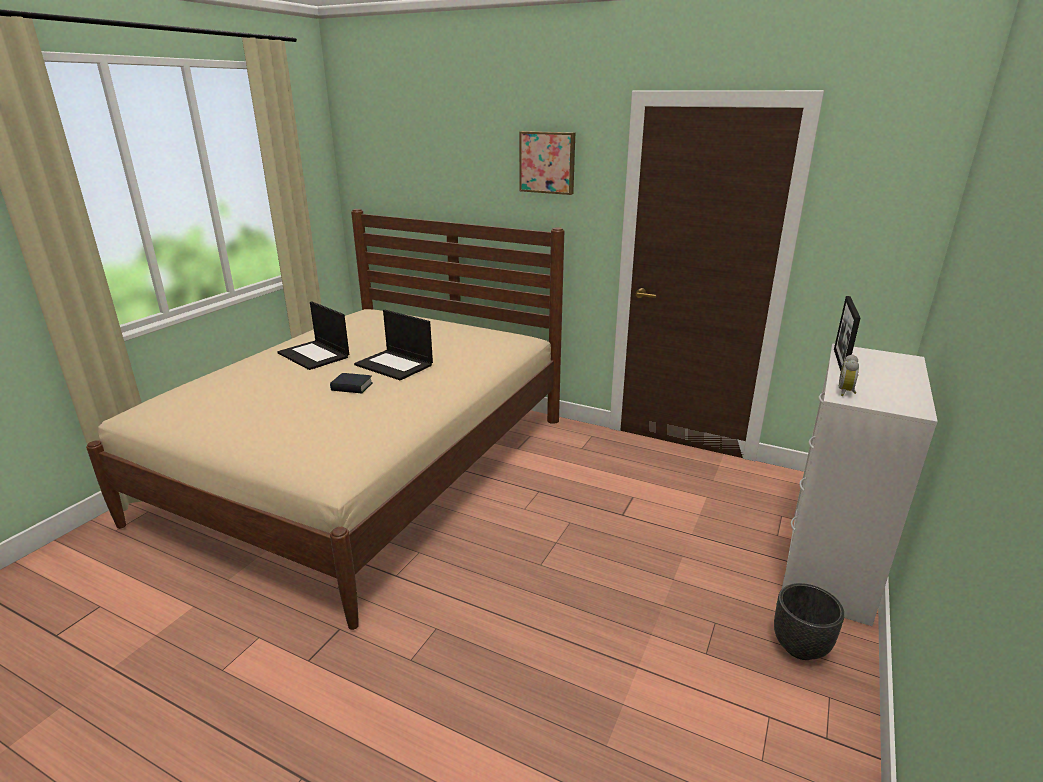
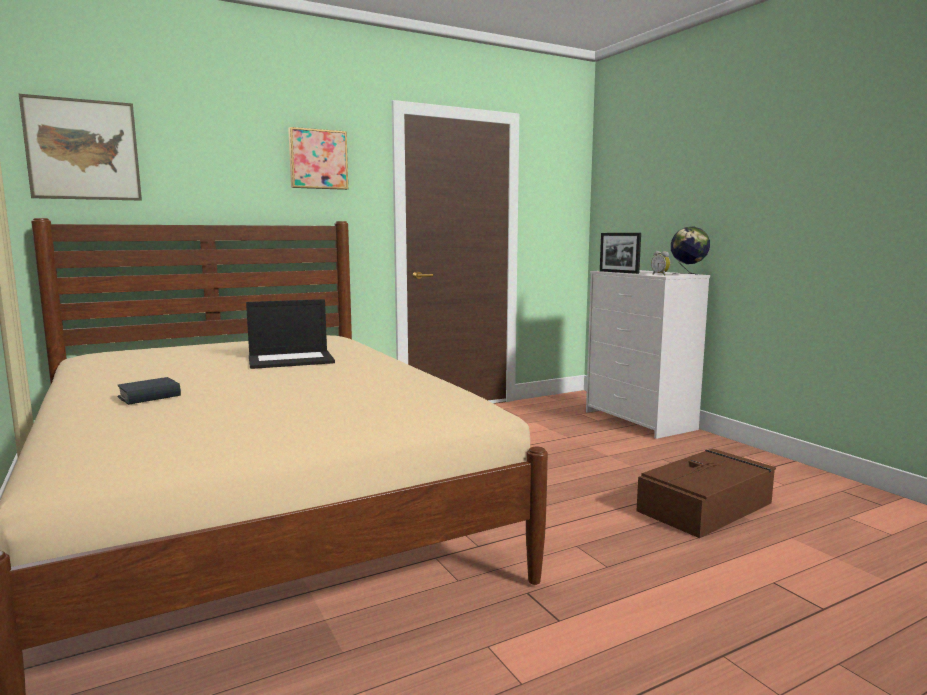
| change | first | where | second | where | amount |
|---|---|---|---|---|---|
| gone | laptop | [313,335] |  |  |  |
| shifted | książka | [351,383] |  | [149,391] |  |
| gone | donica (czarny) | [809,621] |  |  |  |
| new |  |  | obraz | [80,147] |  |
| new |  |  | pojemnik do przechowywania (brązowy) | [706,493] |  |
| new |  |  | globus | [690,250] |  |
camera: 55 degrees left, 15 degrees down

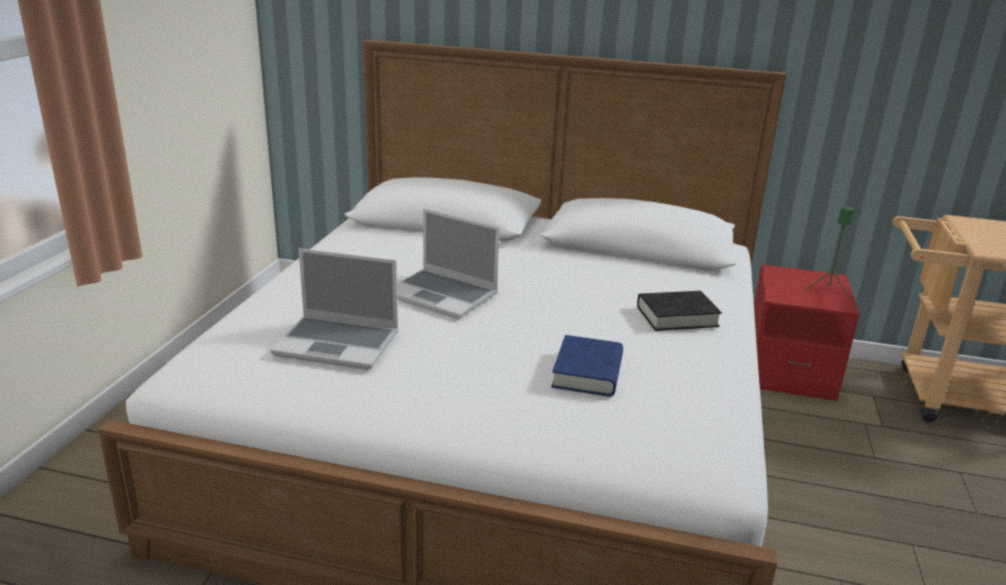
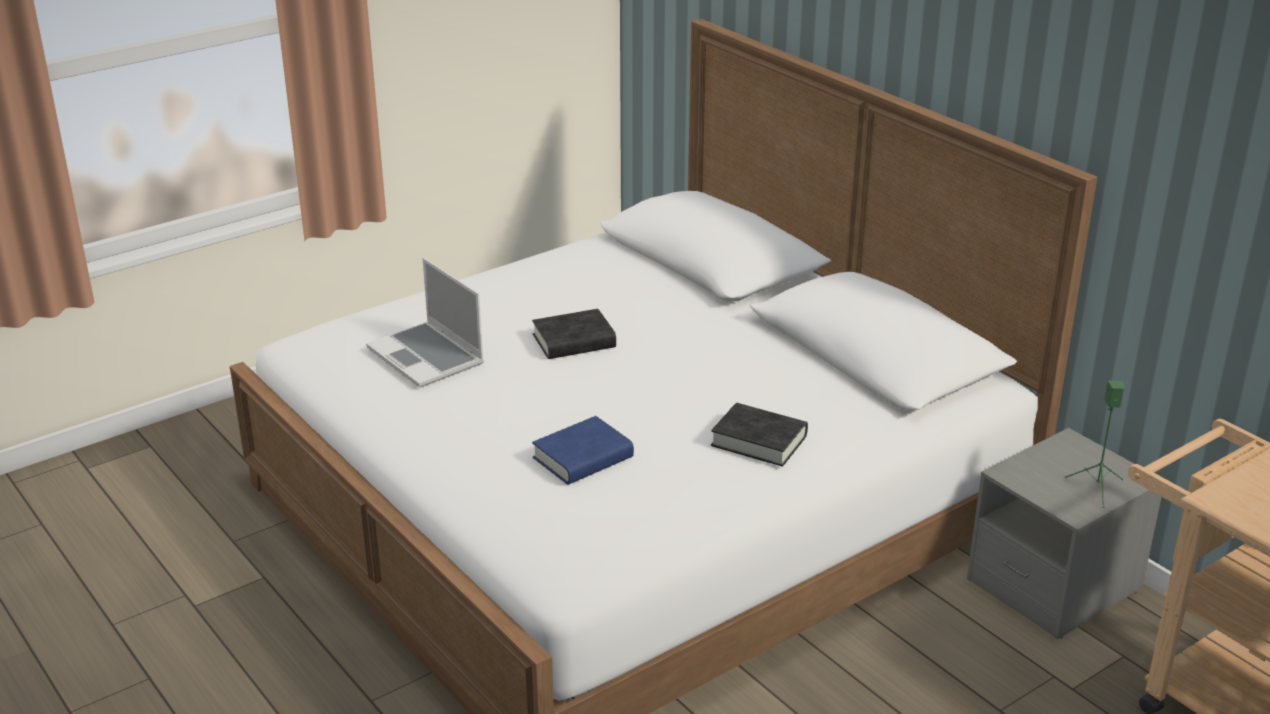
| change | first | where | second | where | amount |
|---|---|---|---|---|---|
| swapped | laptop | [448,263] | książka (czarny) | [574,334] |  |
| repainted | szafka nocna (czerwony) | [807,332] | szafka nocna (szary) | [1064,533] |  |
camera: 40 degrees right, 5 degrees up

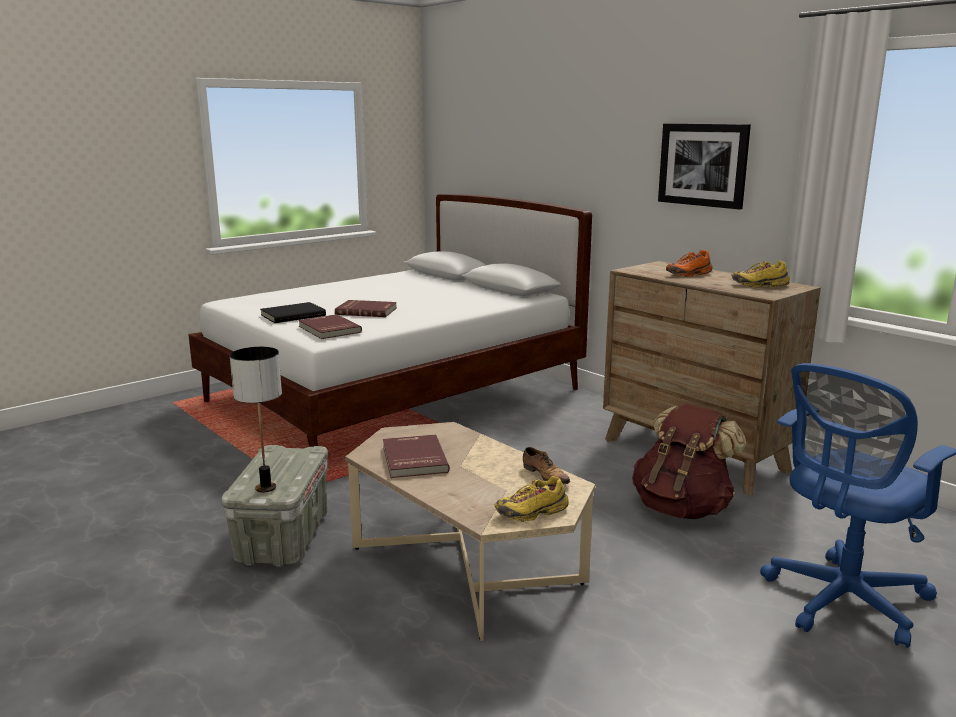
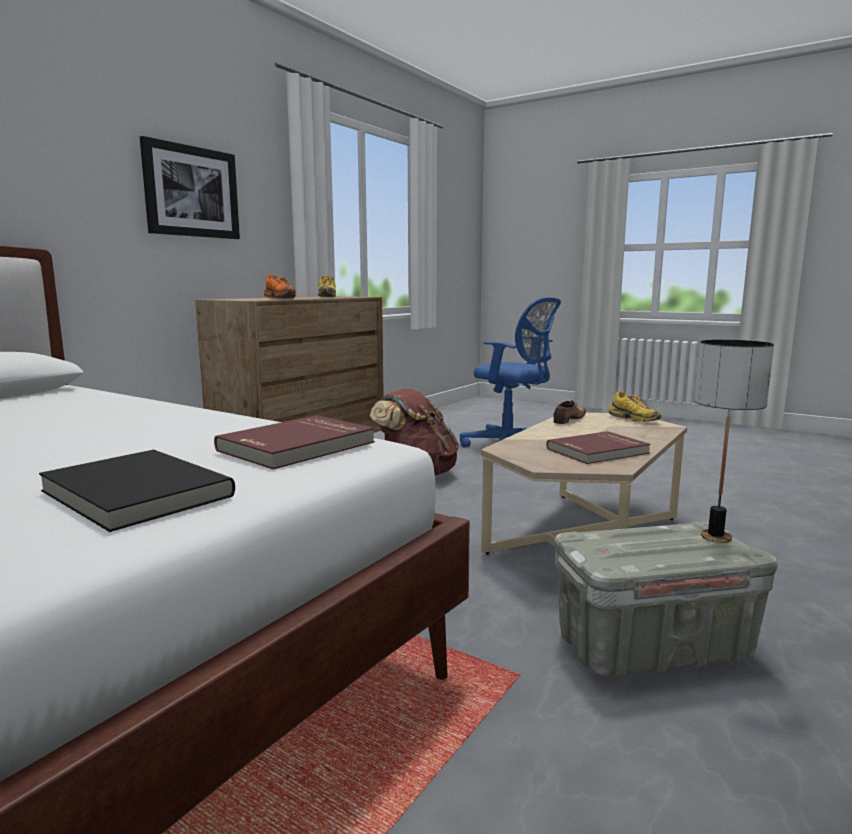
| change | first | where | second | where | amount |
|---|---|---|---|---|---|
| gone | książka (czerwony) | [366,308] |  |  |  |
camera: 105 degrees left, 5 degrees down

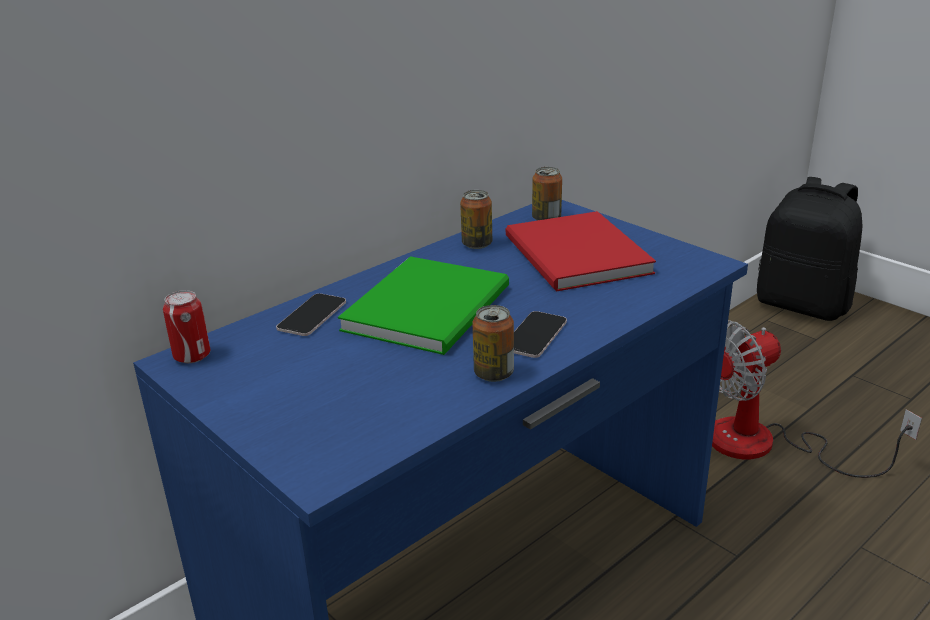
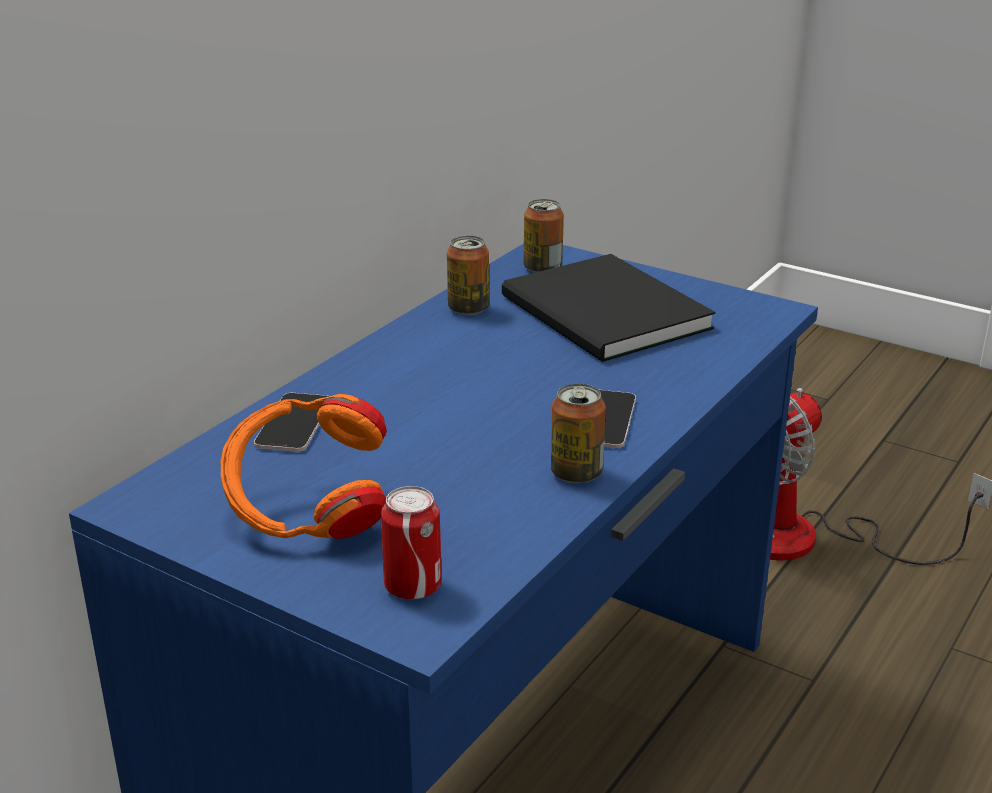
| change | first | where | second | where | amount |
|---|---|---|---|---|---|
| shifted | puszka | [186,326] |  | [411,542] |  |
| gone | książka (zielony) | [423,305] |  |  |  |
| repainted | książka (czerwony) | [581,251] | książka (czarny) | [608,308] |  |
| gone | plecak (czarny) | [809,249] |  |  |  |
| new |  |  | słuchawki (pomarańczowy) | [304,466] |  |
camera: 15 degrees left, 0 degrees up

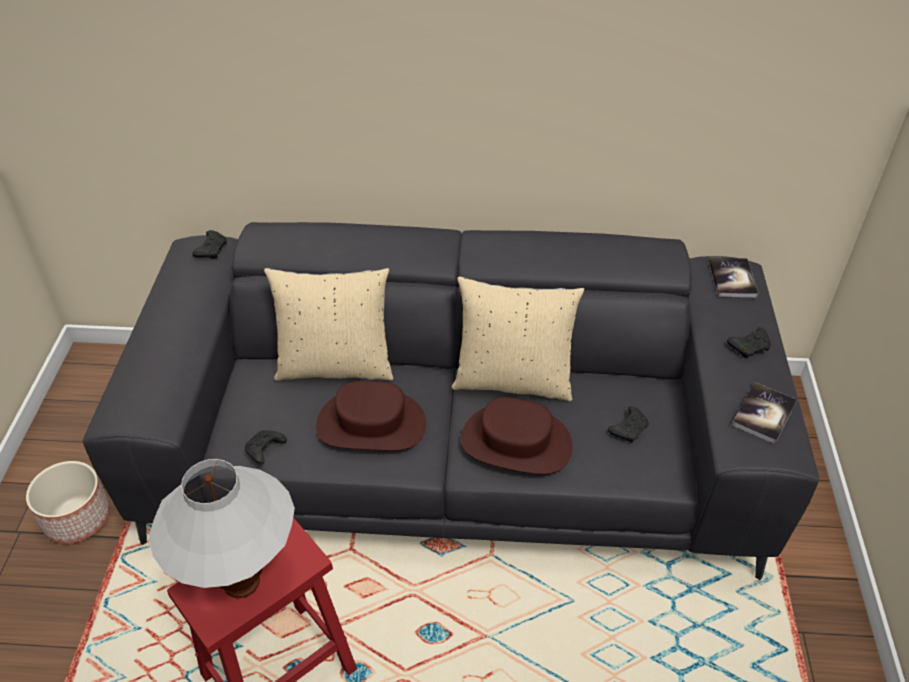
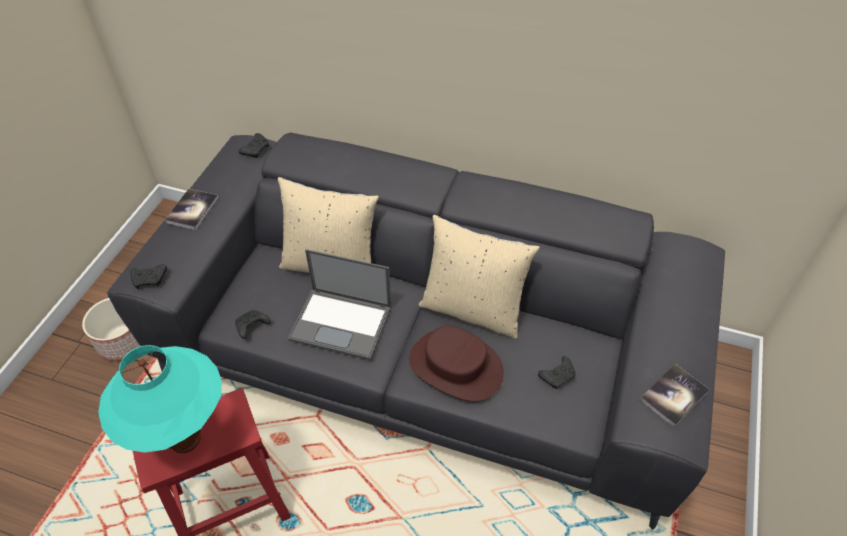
| change | first | where | second | where | amount |
|---|---|---|---|---|---|
| repainted | lampa stołowa (biały) | [222,528] | lampa stołowa (turkusowy) | [160,399] |  |
| swapped | kapelusz (brązowy) | [371,416] | laptop | [339,304] |  |
| shifted | książka | [733,277] |  | [192,209] |  |
| shifted | pad do gier (czarny) | [749,343] |  | [148,276] |  |
camera: 15 degrees right, 5 degrees up

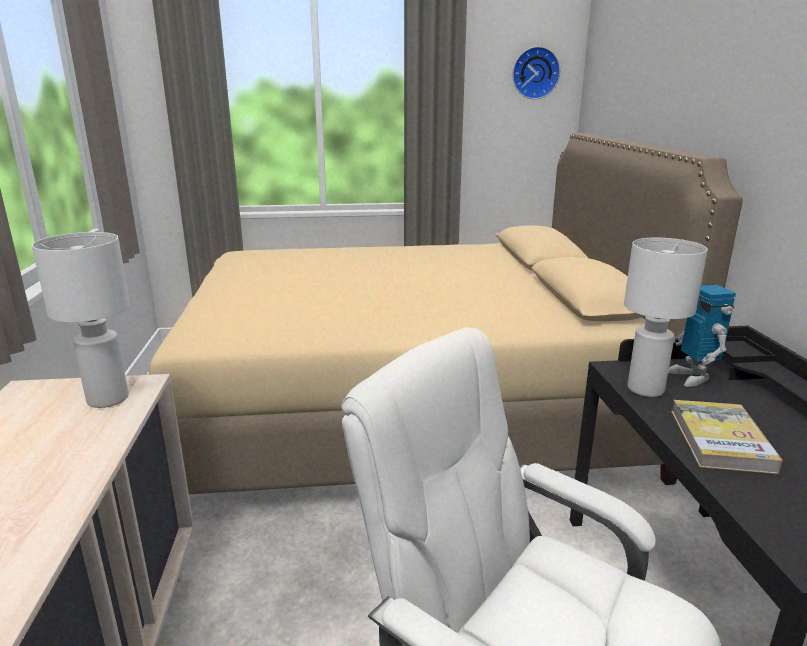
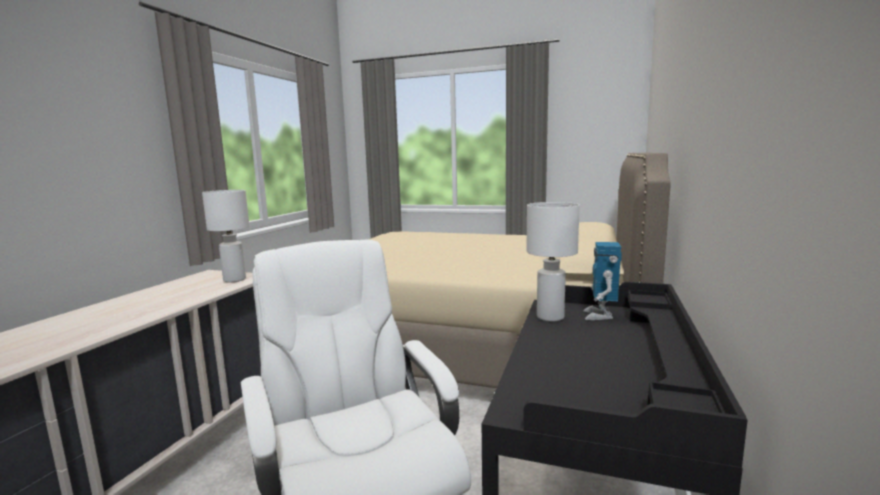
| change | first | where | second | where | amount |
|---|---|---|---|---|---|
| gone | zegar ścienny | [536,72] |  |  |  |
| gone | książka | [727,437] |  |  |  |
camera: 25 degrees right, 10 degrees down

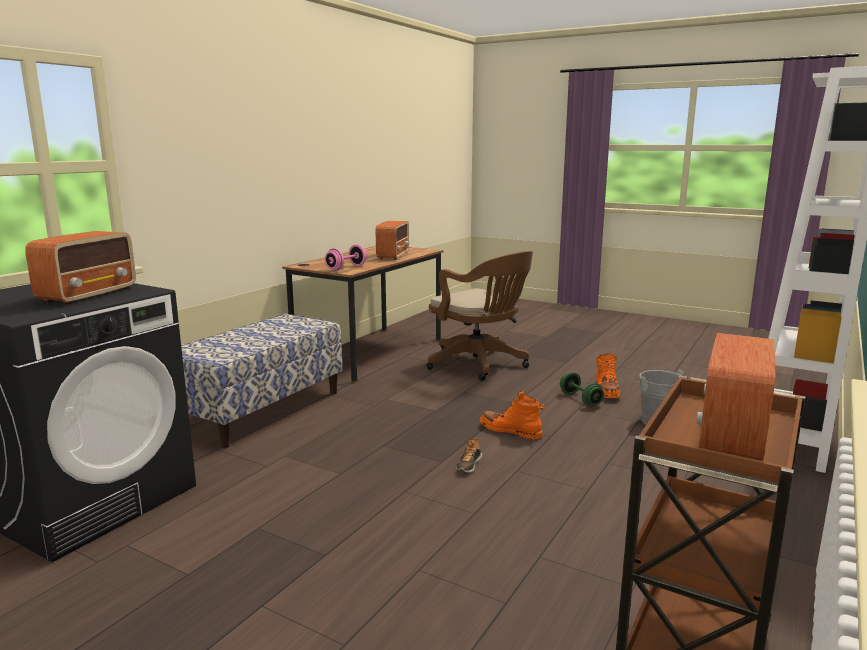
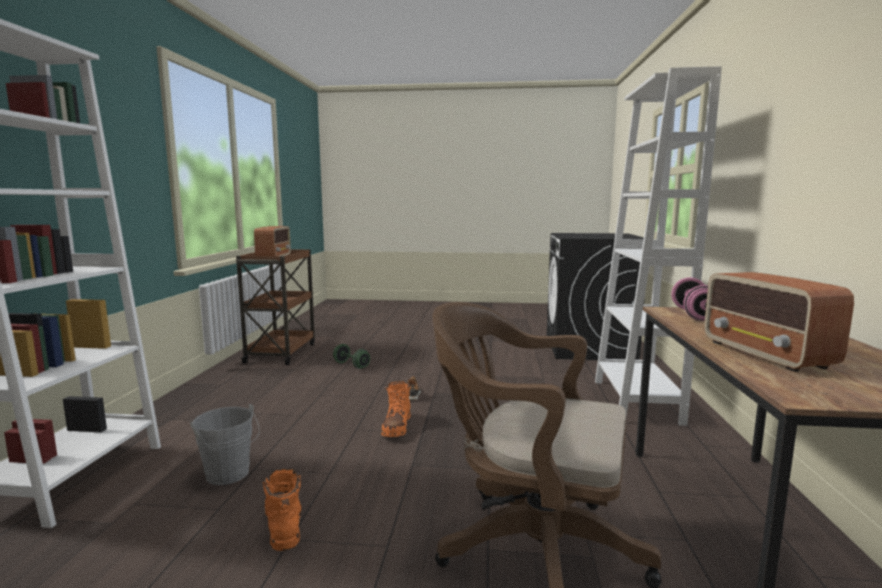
| change | first | where | second | where | amount |
|---|---|---|---|---|---|
| gone | radio | [80,268] |  |  |  |
| swapped | ławka | [261,381] | regał (biały) | [658,246] |  |
| rotated | but z cholewką (pomarańczowy) | [513,415] |  | [396,409] | 90 degrees clockwise |
| shifted | hantel (zielony) | [582,389] |  | [351,356] |  |
camera: 155 degrees right, 5 degrees down

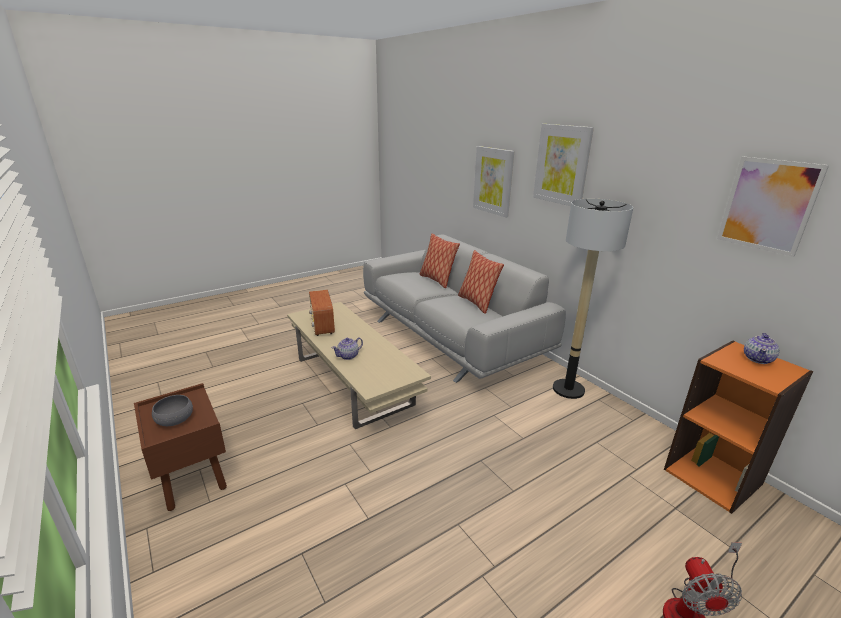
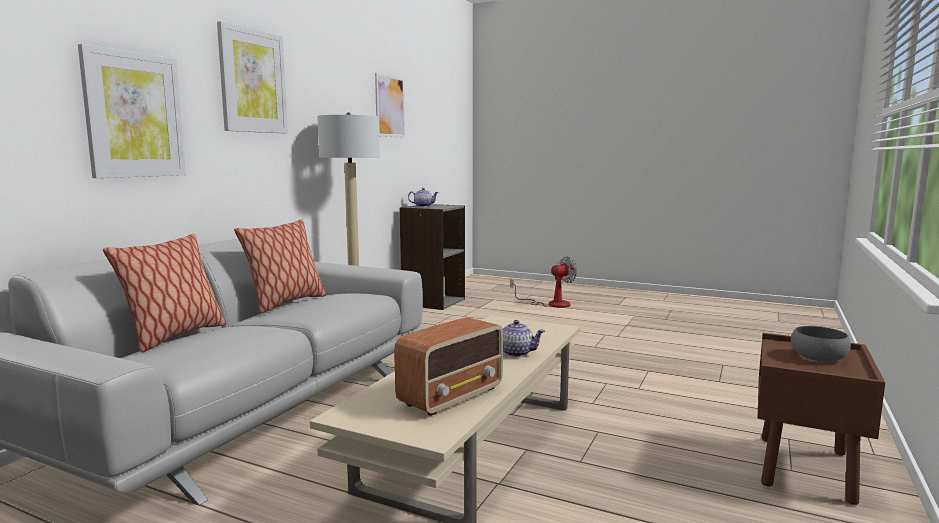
| change | first | where | second | where | amount |
|---|---|---|---|---|---|
| repainted | regał (pomarańczowy) | [738,427] | regał (szary) | [432,257] |  |
camera: 120 degrees left, 15 degrees down

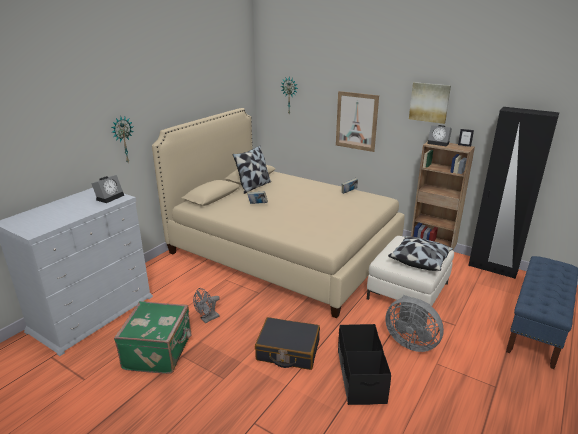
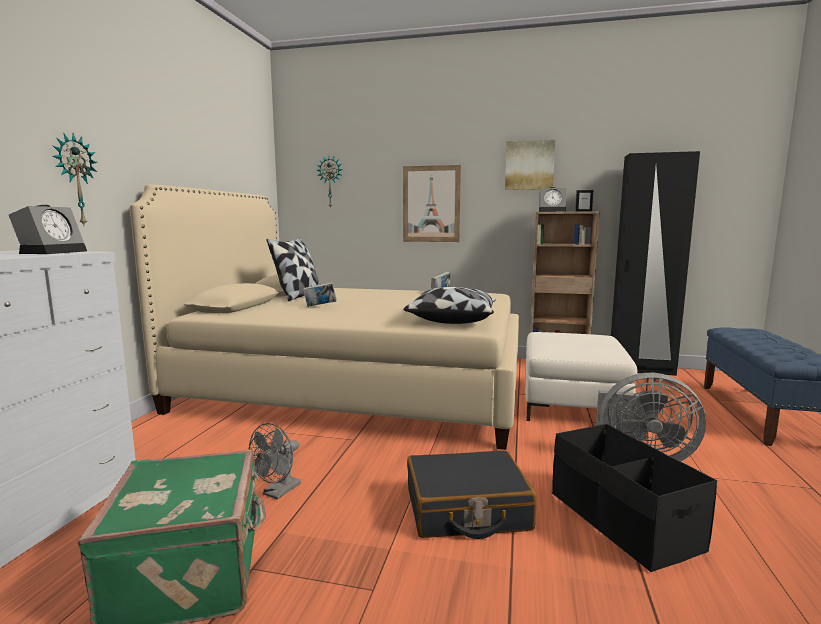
| change | first | where | second | where | amount |
|---|---|---|---|---|---|
| shifted | poduszka | [420,253] |  | [449,305] |  |
camera: 20 degrees left, 15 degrees down

